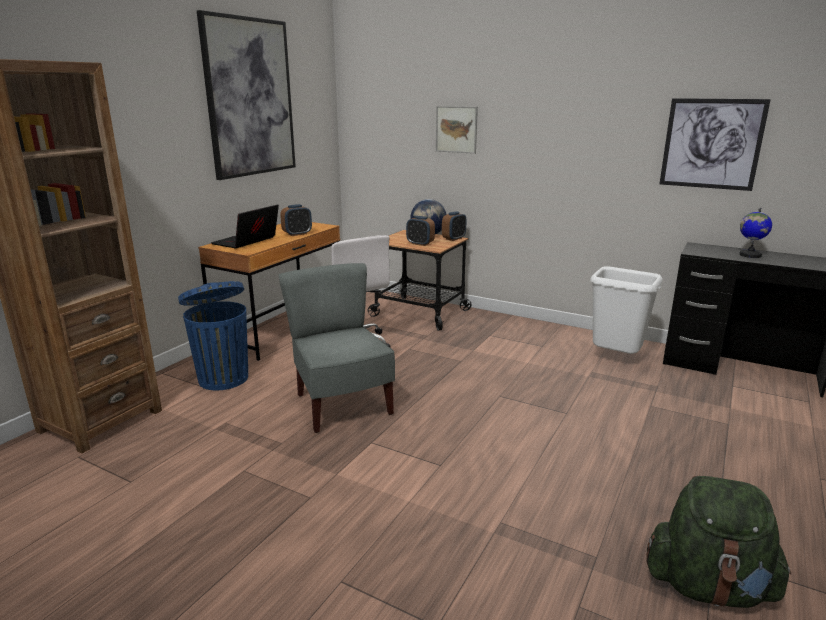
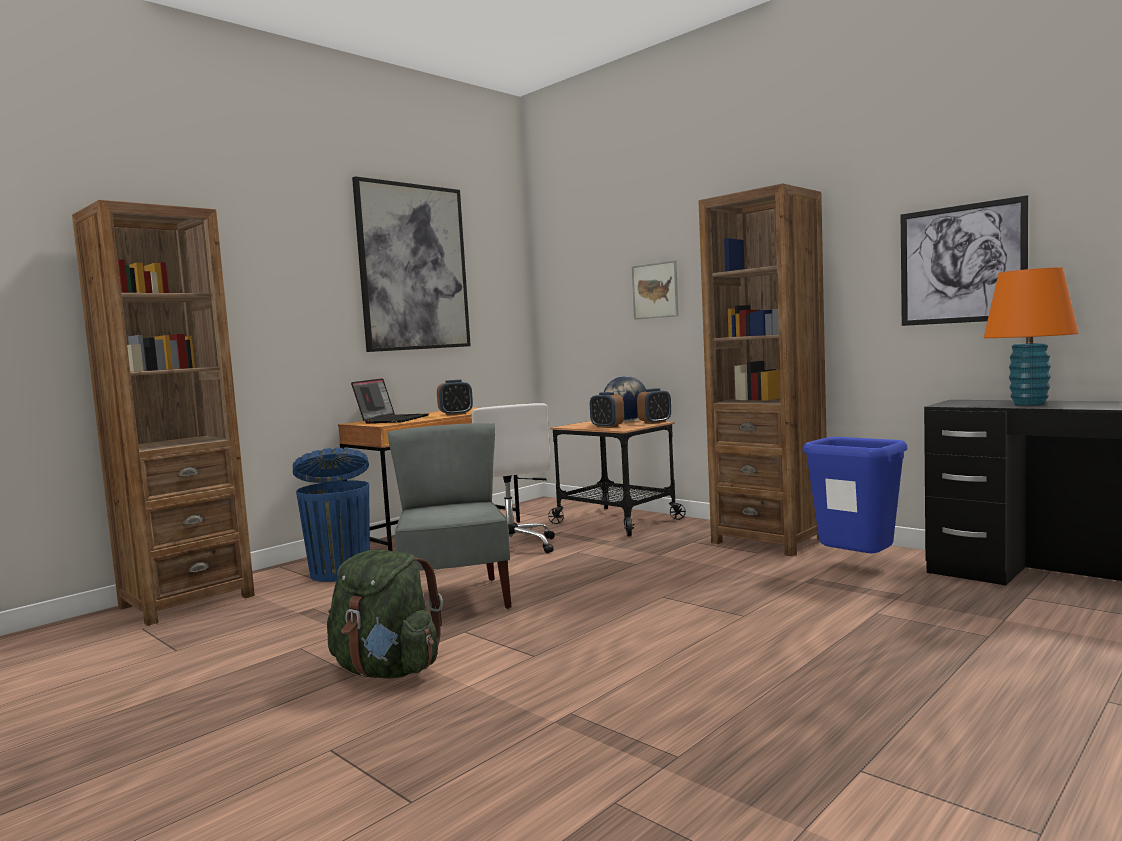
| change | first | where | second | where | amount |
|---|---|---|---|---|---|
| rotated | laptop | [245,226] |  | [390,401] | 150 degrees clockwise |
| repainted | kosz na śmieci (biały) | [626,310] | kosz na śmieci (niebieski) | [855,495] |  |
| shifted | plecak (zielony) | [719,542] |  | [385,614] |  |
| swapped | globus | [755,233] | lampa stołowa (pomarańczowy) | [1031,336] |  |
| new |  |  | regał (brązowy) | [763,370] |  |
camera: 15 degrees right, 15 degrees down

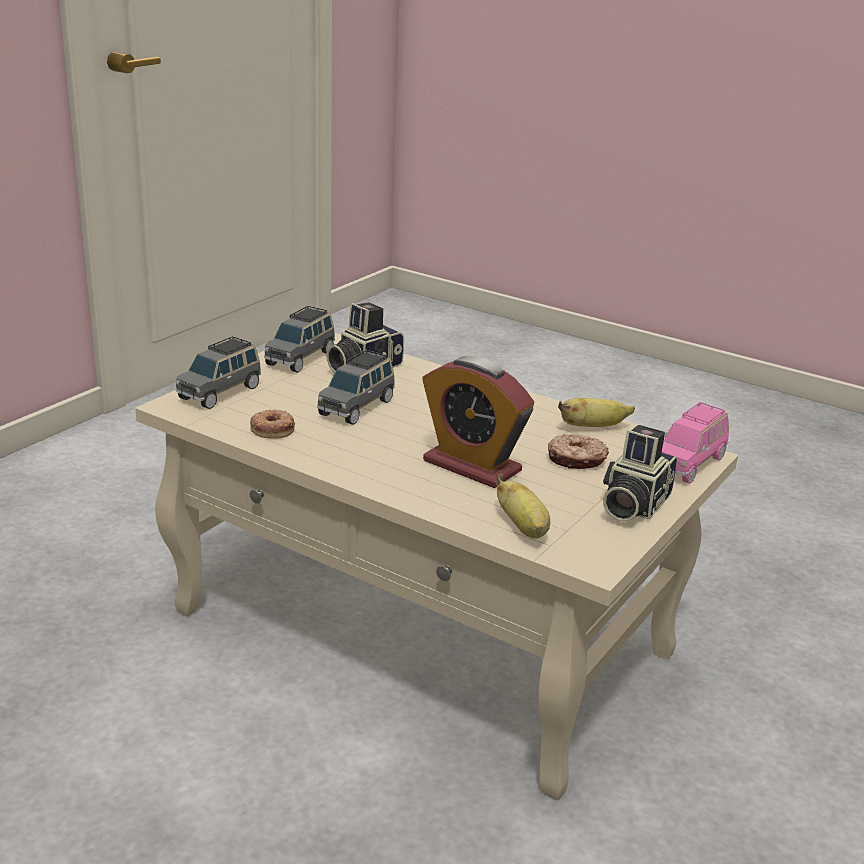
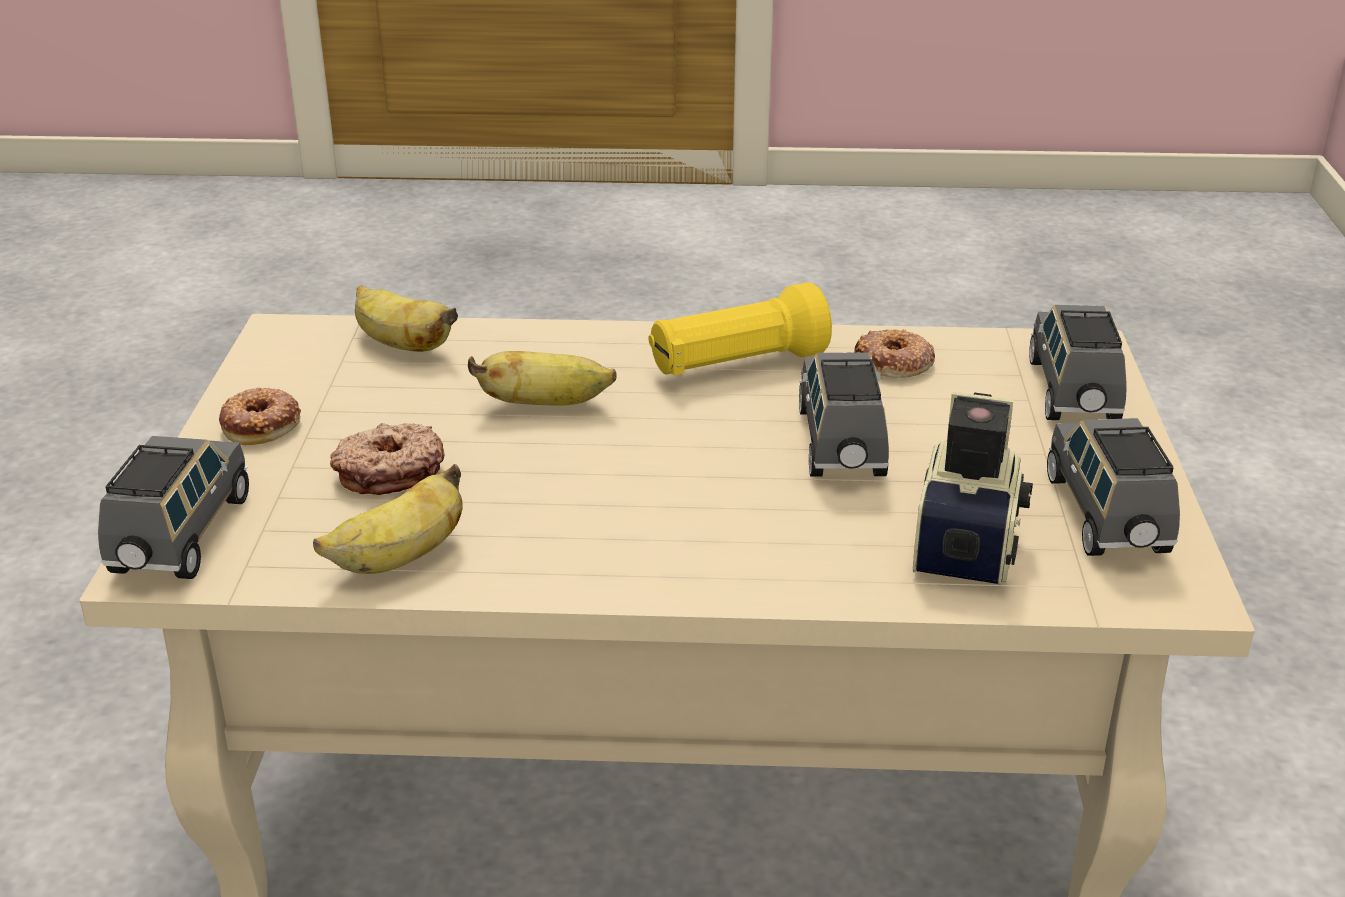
| change | first | where | second | where | amount |
|---|---|---|---|---|---|
| swapped | budzik | [478,422] | banan | [542,378] |  |
| swapped | aparat fotograficzny | [640,473] | donut | [260,416] |  |
| repainted | samochodzik (różowy) | [695,443] | samochodzik (szary) | [173,507] |  |
| new |  |  | latarka (żółty) | [740,328] |  |
camera: 150 degrees right, 5 degrees up

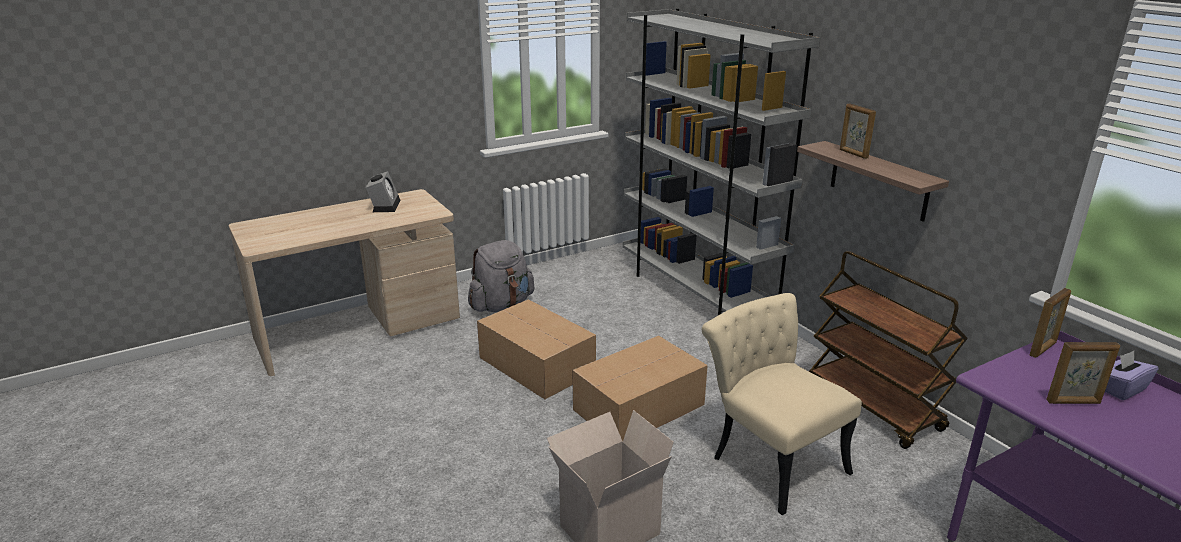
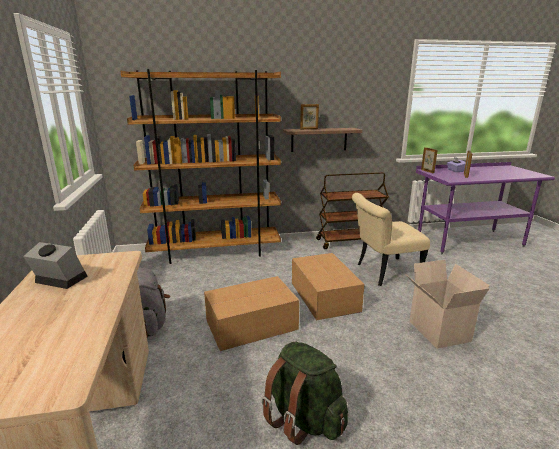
| change | first | where | second | where | amount |
|---|---|---|---|---|---|
| repainted | regał (szary) | [721,161] | regał (brązowy) | [200,166] |  |
| new |  |  | plecak (zielony) | [304,393] |  |
camera: 70 degrees left, 5 degrees down

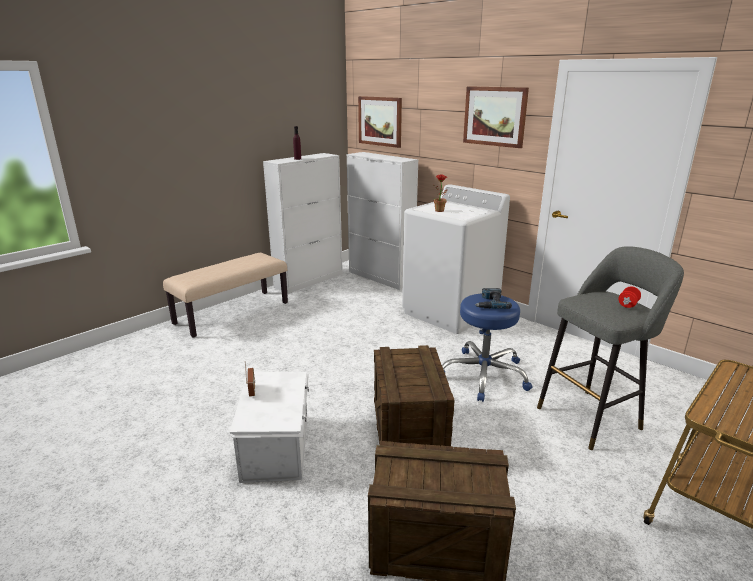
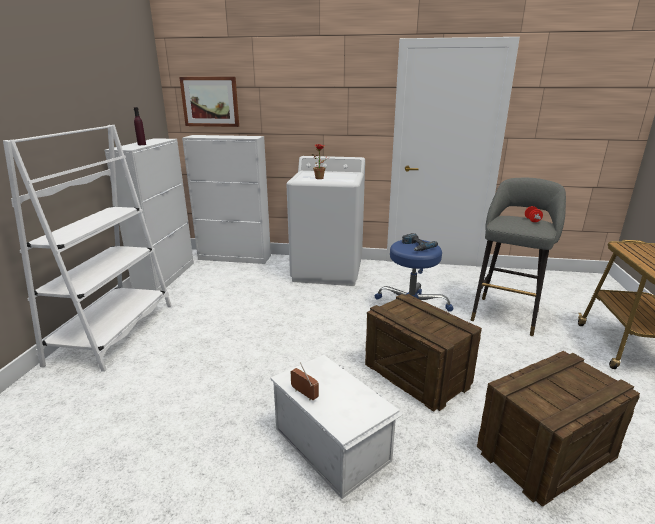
| change | first | where | second | where | amount |
|---|---|---|---|---|---|
| swapped | ławka (beżowy) | [225,295] | regał (biały) | [87,248] |  |
| gone | obraz | [496,117] |  |  |  |
camera: 35 degrees left, 0 degrees up

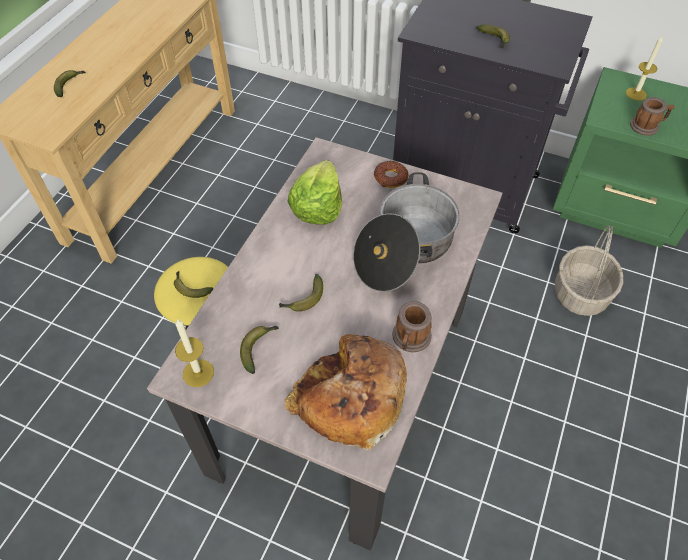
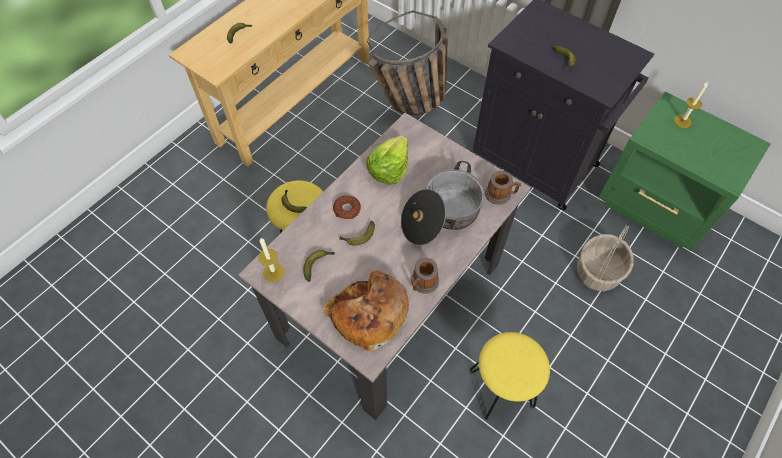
| change | first | where | second | where | amount |
|---|---|---|---|---|---|
| shifted | donut | [391,174] |  | [347,207] |  |
| shifted | kubek | [652,116] |  | [503,188] |  |
| new |  |  | koszyk | [407,62] |  |
| new |  |  | stołek (żółty) | [510,376] |  |
camera: 15 degrees right, 5 degrees up

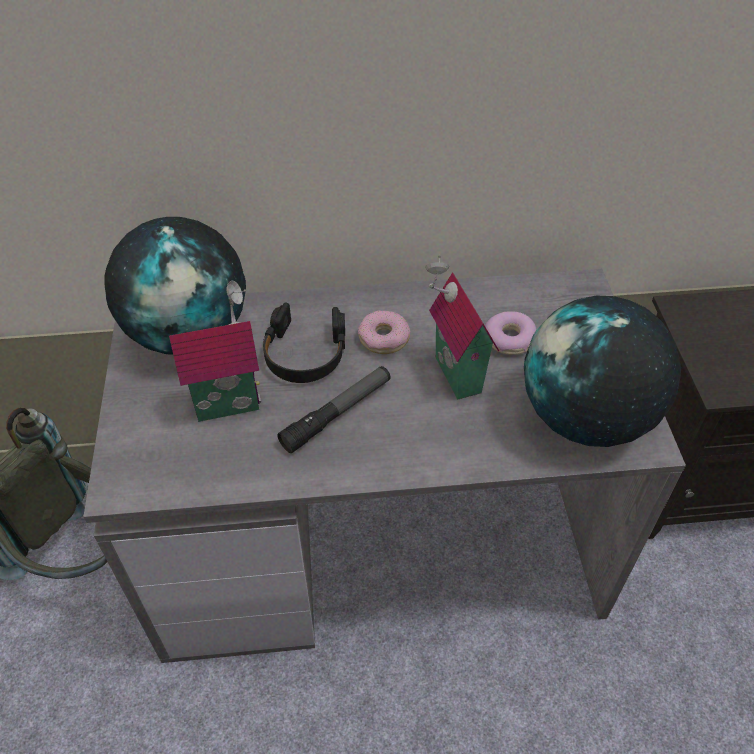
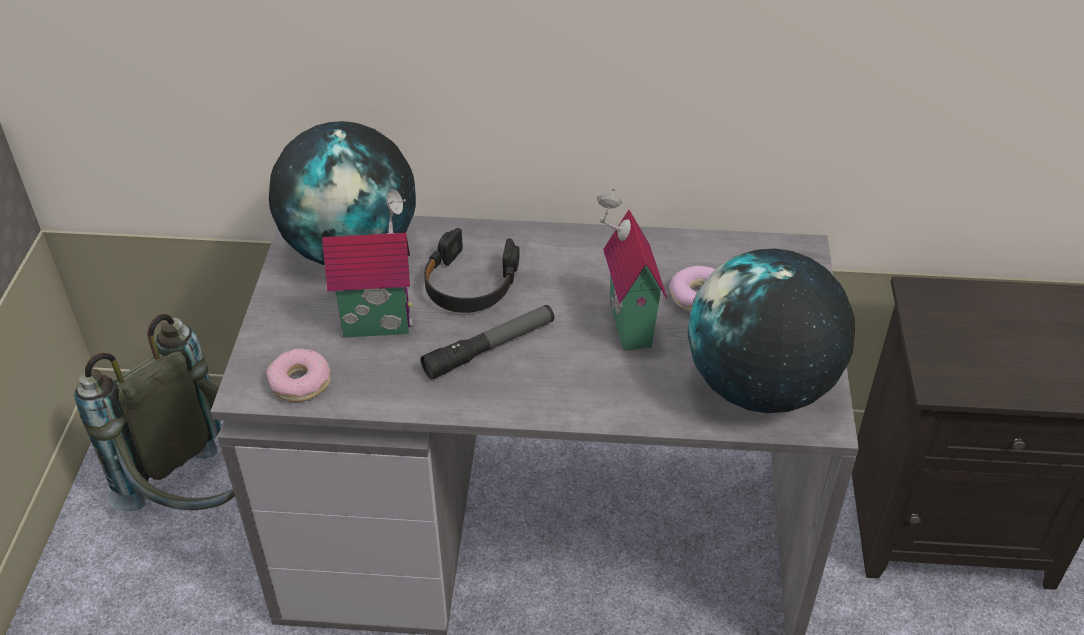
| change | first | where | second | where | amount |
|---|---|---|---|---|---|
| shifted | donut | [384,332] |  | [298,375] |  |
camera: 10 degrees right, 5 degrees down

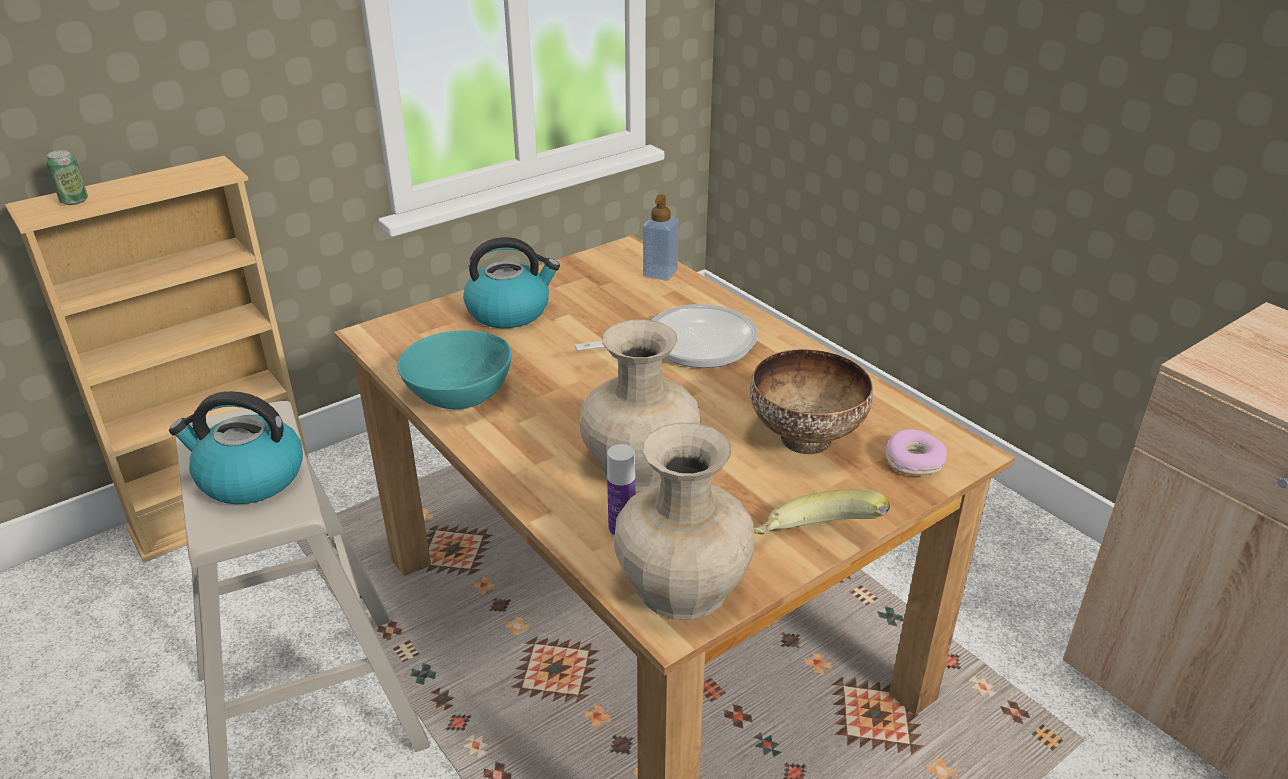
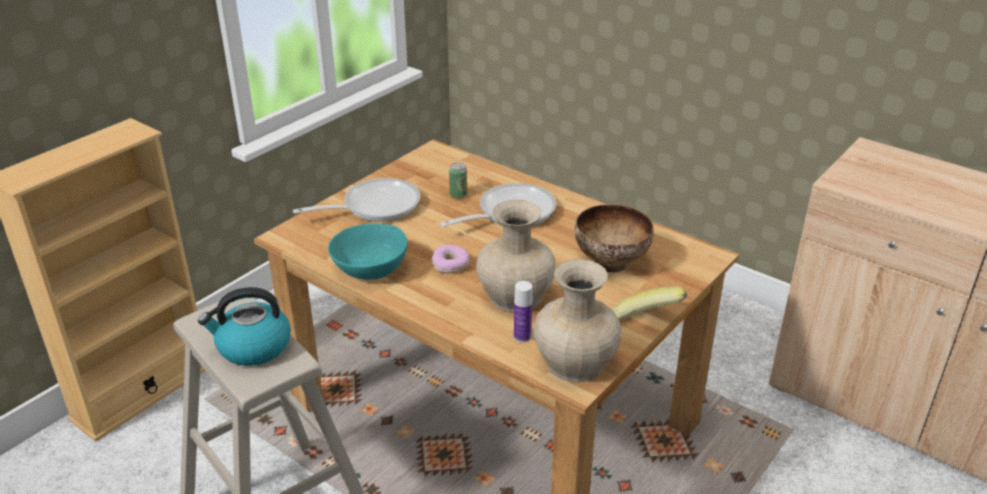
| change | first | where | second | where | amount |
|---|---|---|---|---|---|
| shifted | puszka | [67,177] |  | [458,180] |  |
| swapped | czajnik | [511,282] | patelnia | [357,200] |  |
| gone | dozownik mydła | [661,237] |  |  |  |
| shifted | donut | [916,452] |  | [450,259] |  |
camera: 15 degrees left, 0 degrees up

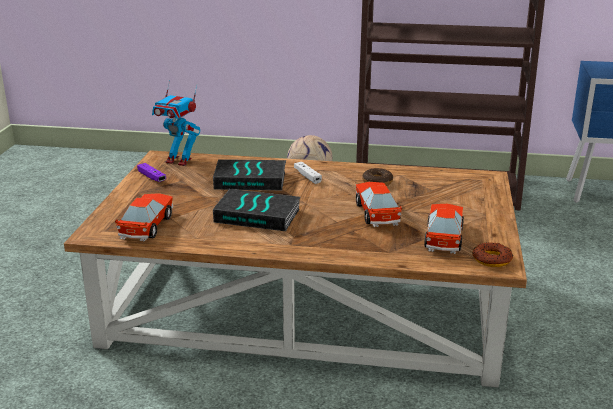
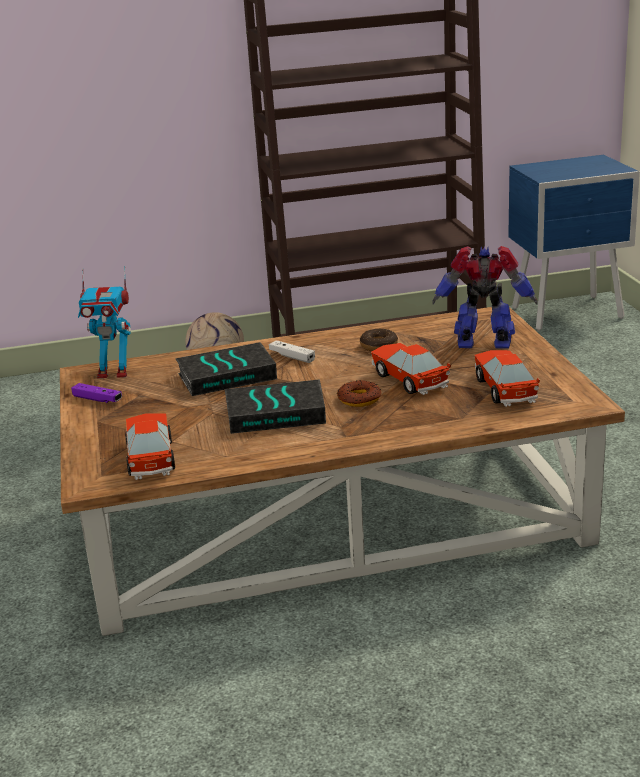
| change | first | where | second | where | amount |
|---|---|---|---|---|---|
| shifted | donut | [493,254] |  | [359,393] |  |
| new |  |  | robot zabawkowy | [484,297] |  |
camera: 20 degrees left, 0 degrees up

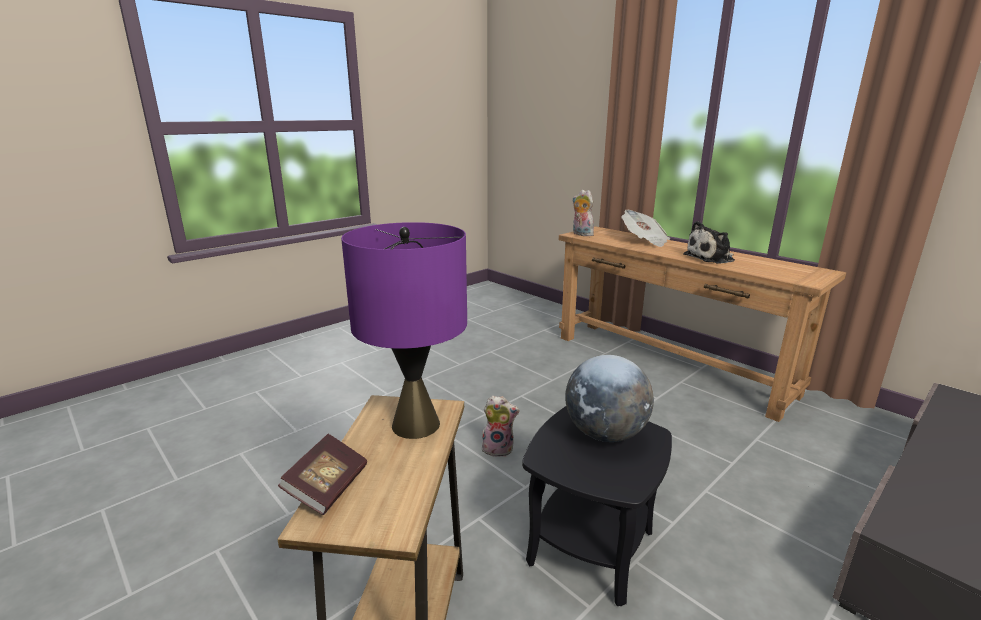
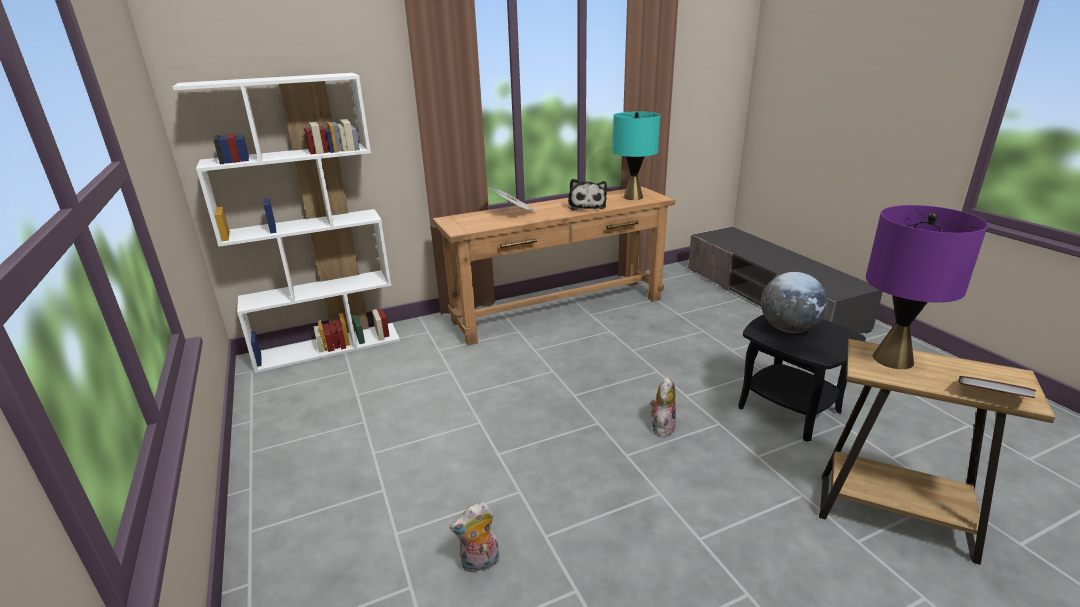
| change | first | where | second | where | amount |
|---|---|---|---|---|---|
| shifted | pluszak | [583,213] |  | [474,537] |  |
| new |  |  | regał (biały) | [286,223] |  |
| new |  |  | lampa stołowa (turkusowy) | [636,155] |  |
camera: 70 degrees left, 5 degrees up

